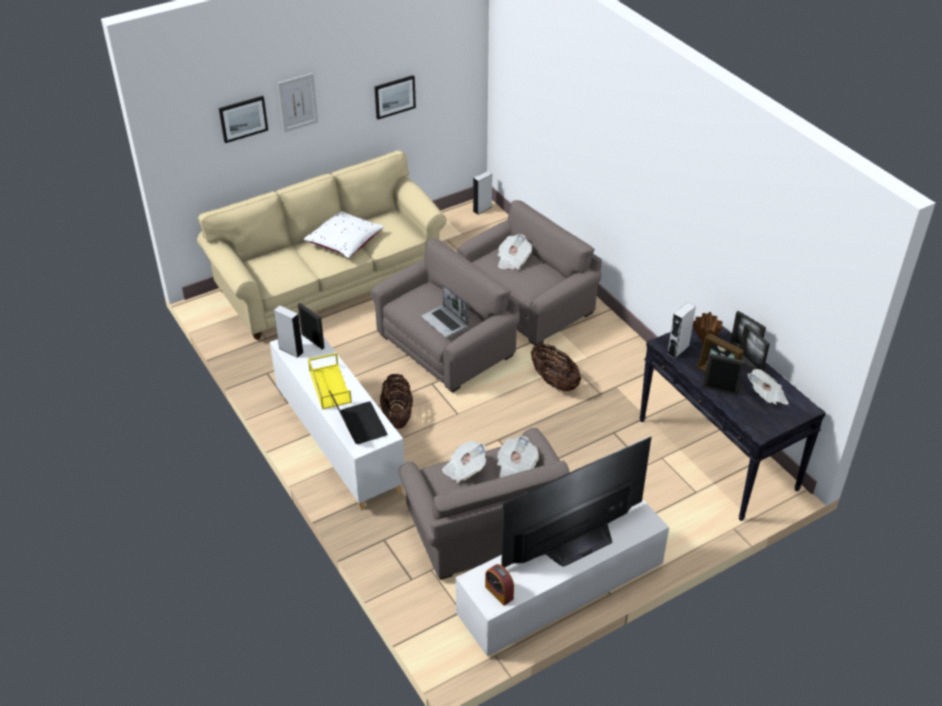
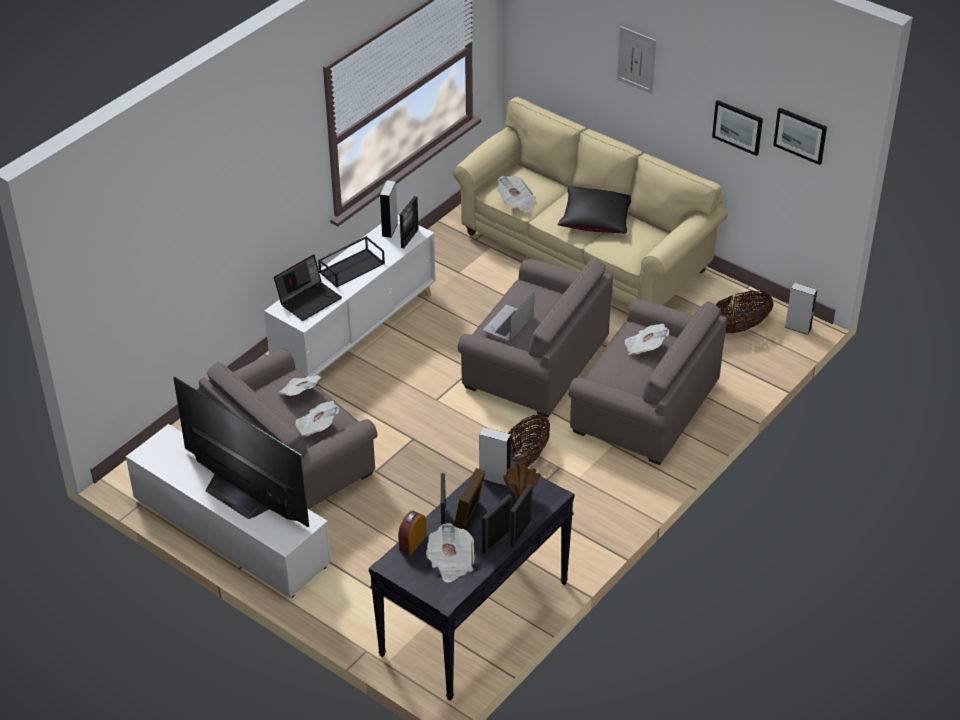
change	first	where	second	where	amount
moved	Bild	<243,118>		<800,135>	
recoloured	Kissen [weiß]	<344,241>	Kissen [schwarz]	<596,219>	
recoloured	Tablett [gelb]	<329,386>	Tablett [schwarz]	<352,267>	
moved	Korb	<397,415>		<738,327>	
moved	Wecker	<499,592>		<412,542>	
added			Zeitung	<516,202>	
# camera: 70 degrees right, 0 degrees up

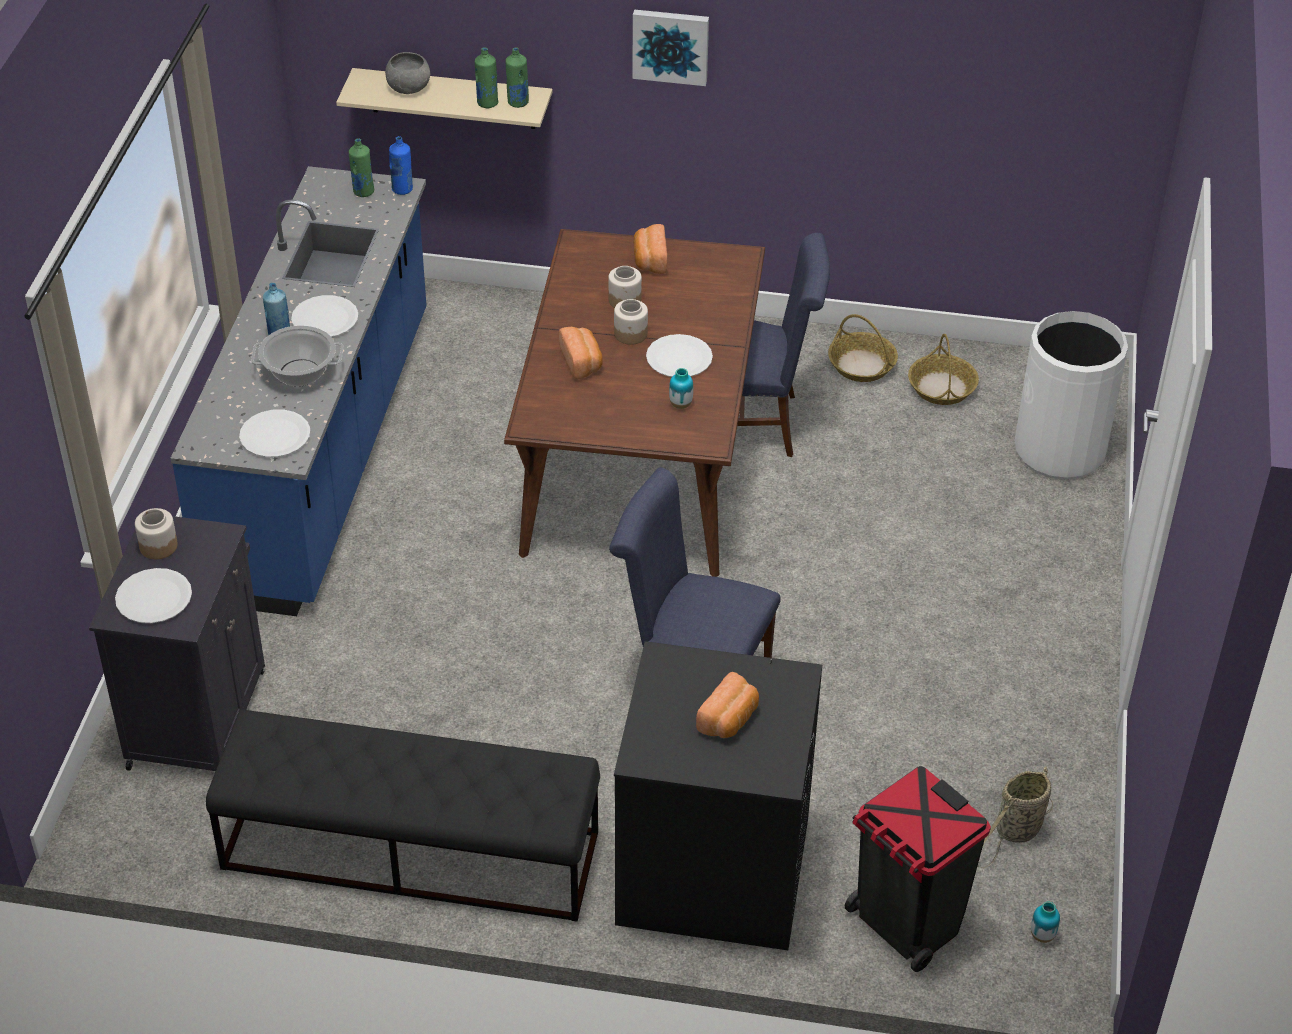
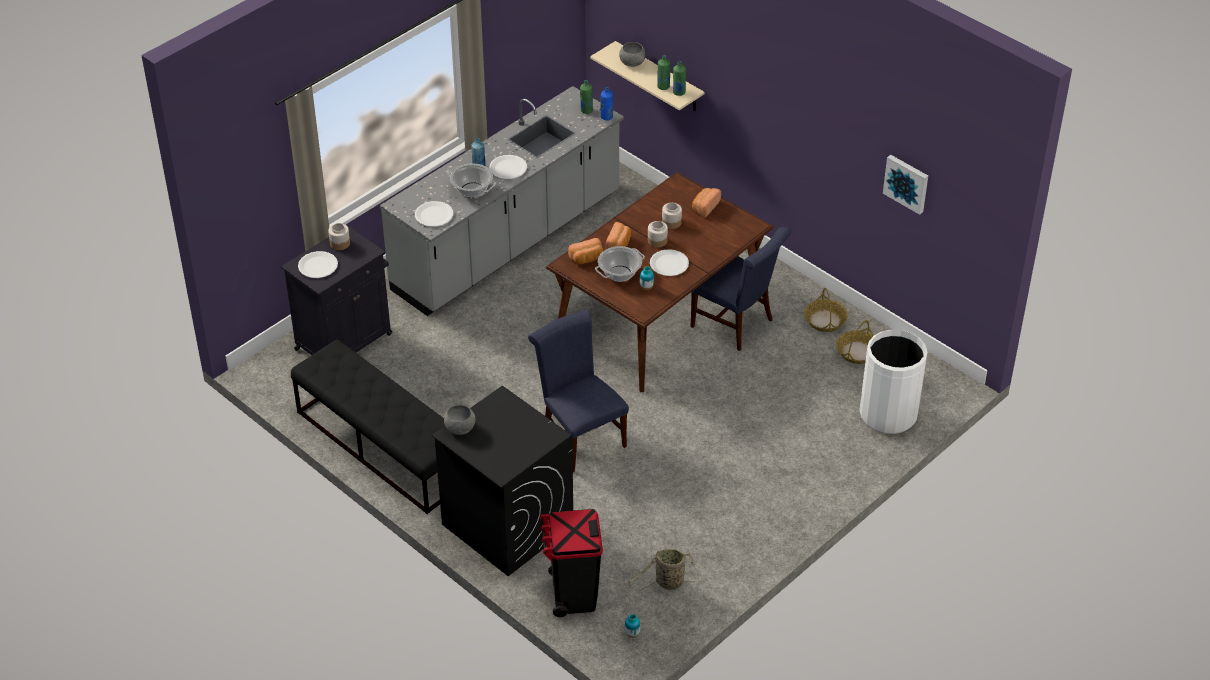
change	first	where	second	where	amount
recoloured	Küchenzeile [blau]	<324,454>	Küchenzeile [grau]	<508,243>	
moved	Bild	<671,45>		<907,183>	
moved	Brot	<729,719>		<587,259>	
added			Schüssel [grau]	<460,428>	
added			Kochtopf	<619,273>	
# camera: 35 degrees right, 0 degrees up

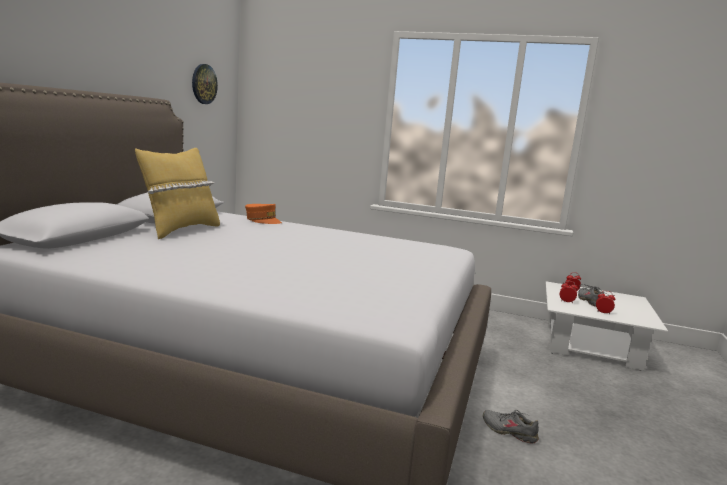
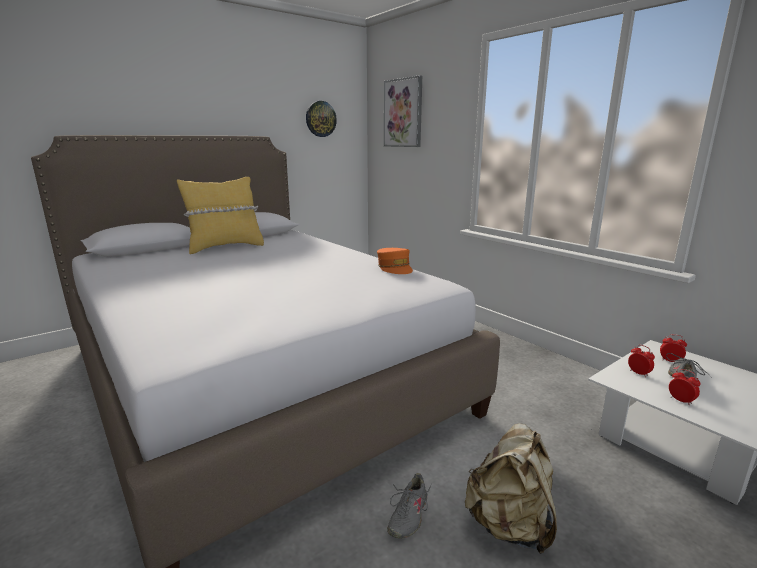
change	first	where	second	where	amount
moved	Kappe [orange]	<263,220>		<395,268>	
turned	Schuh [grau]	<509,431>		<408,515>	135 degrees counterclockwise
added			Bild	<403,113>	
added			Rucksack [beige]	<509,525>	
# camera: 35 degrees right, 5 degrees up

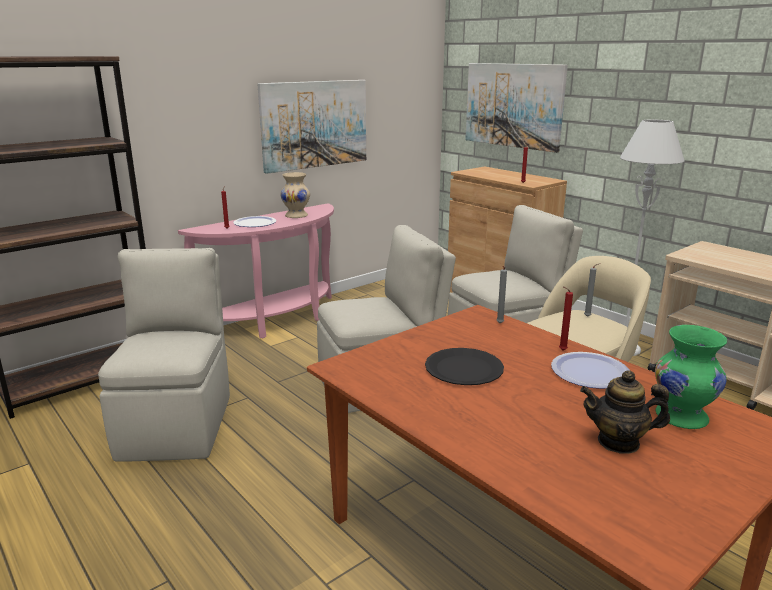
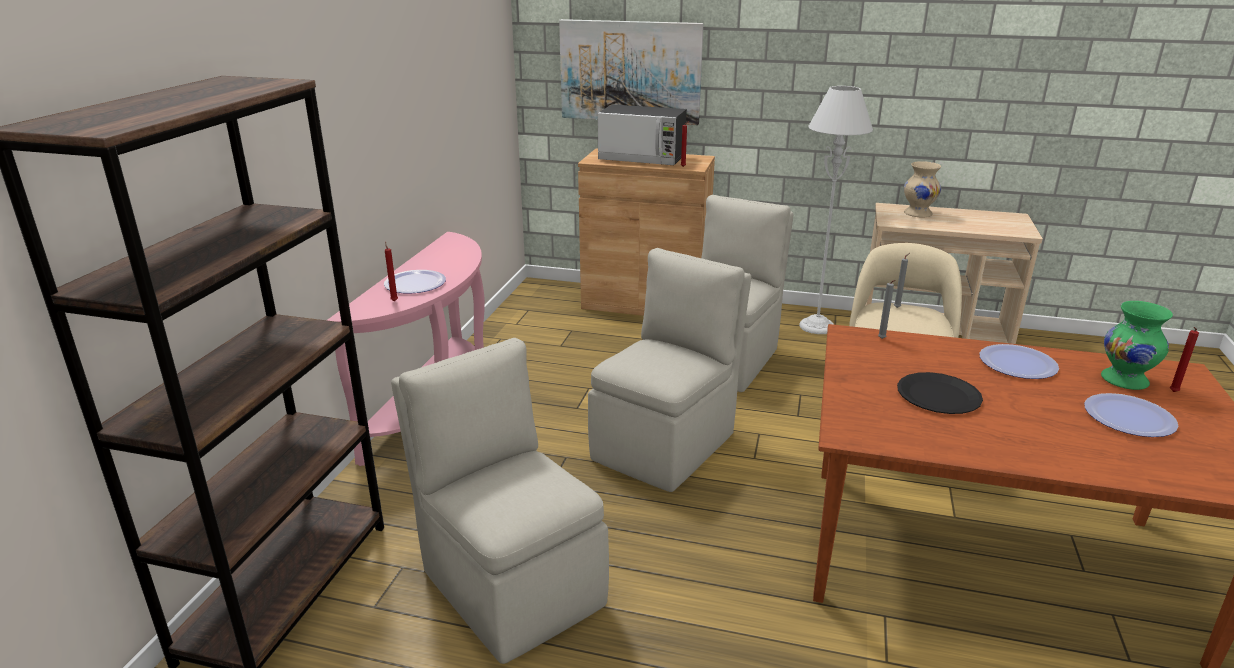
change	first	where	second	where	amount
removed	Bild	<314,124>			
moved	Vase [beige]	<296,216>		<917,214>	
moved	Kerze [rot]	<561,350>		<1172,392>	
replaced	Teekanne	<618,442>	Teller	<1129,417>	
added			Mikrowelle	<642,159>	
# camera: 35 degrees left, 5 degrees up

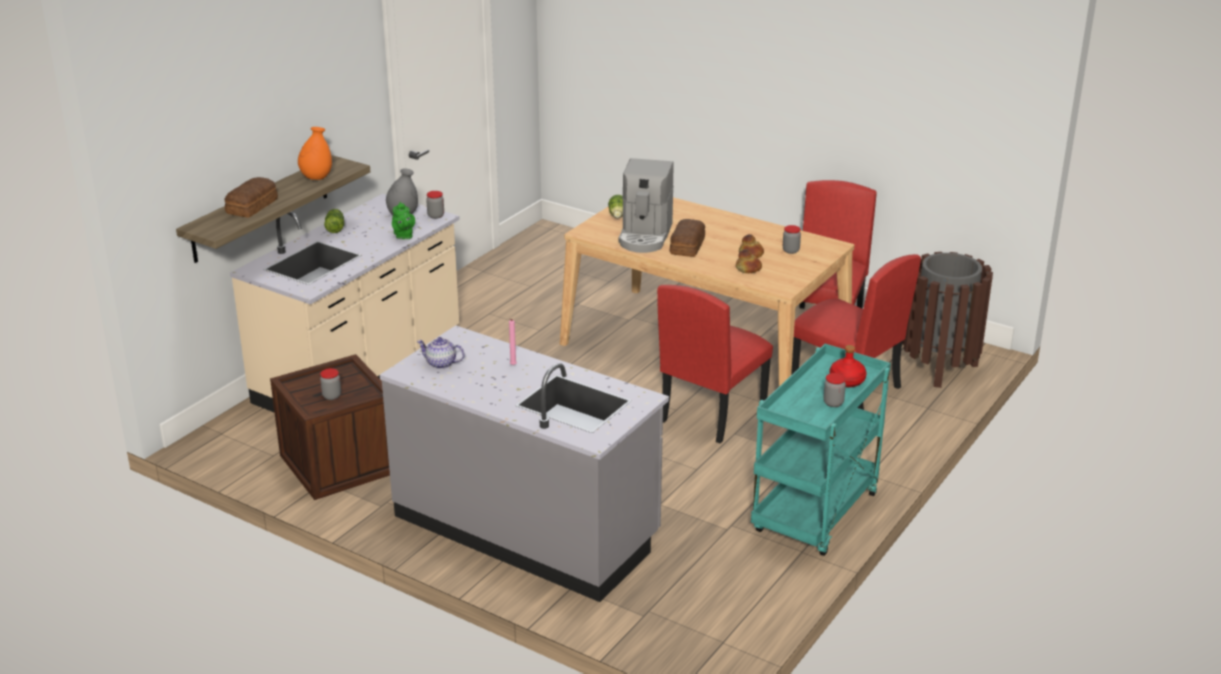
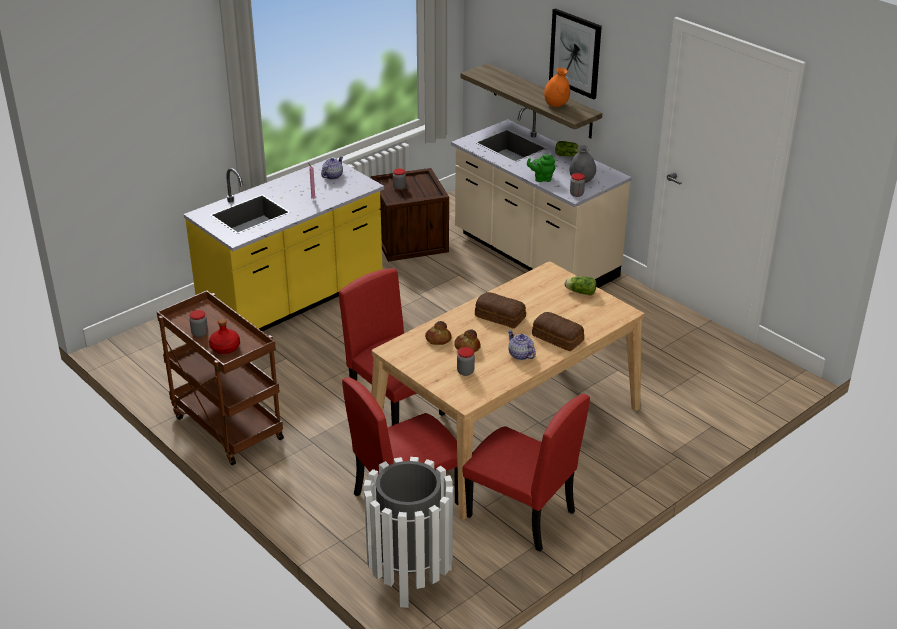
change	first	where	second	where	amount
moved	Brot	<253,206>		<558,338>	
recoloured	Küchenzeile [grau]	<527,528>	Küchenzeile [gelb]	<293,301>	
removed	Kaffeemaschine	<645,236>			
recoloured	Rollwagen [türkis]	<816,515>	Rollwagen [braun]	<225,427>	
recoloured	Mülleimer [braun]	<939,367>	Mülleimer [weiß]	<409,575>	
added			Teekanne	<520,355>	
added			Bild	<575,53>	
# camera: 105 degrees right, 5 degrees up

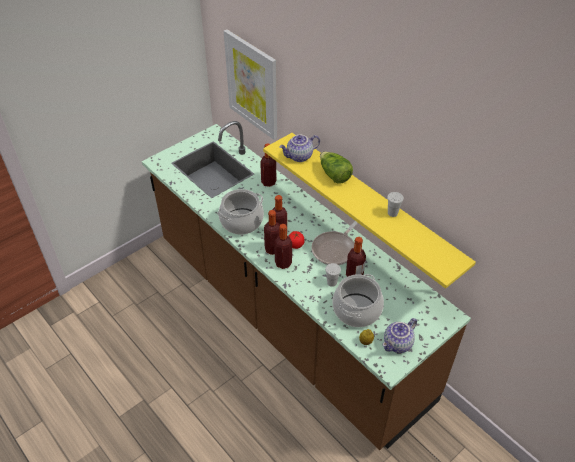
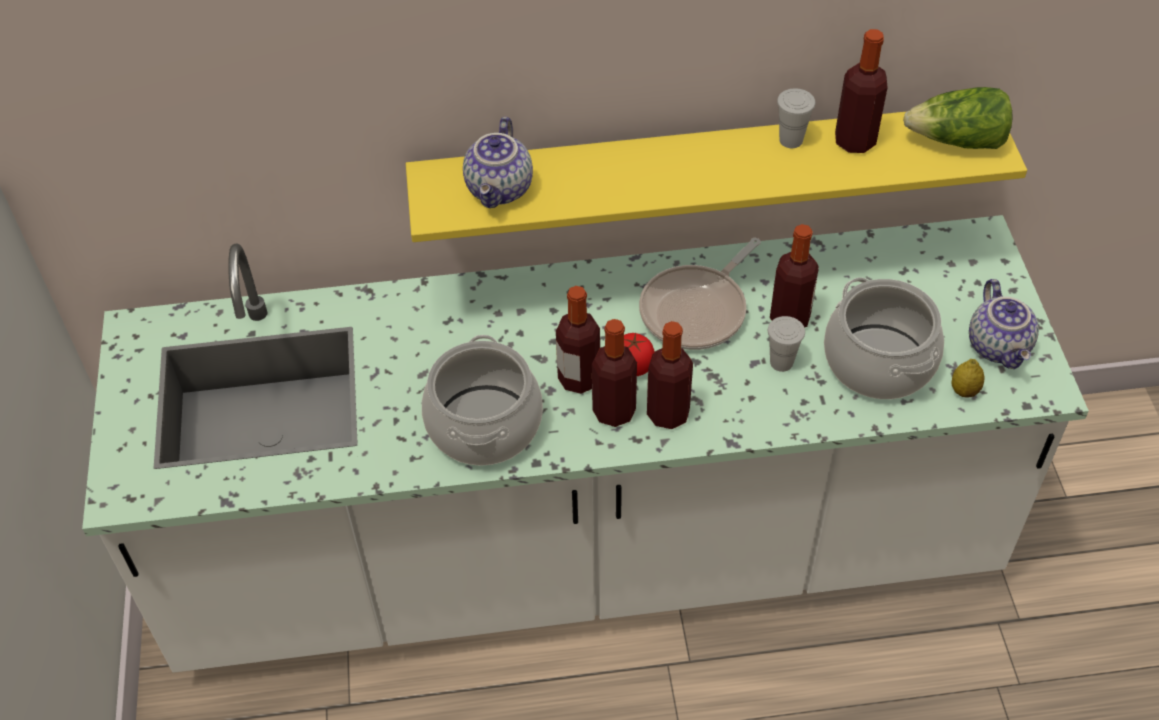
change	first	where	second	where	amount
recoloured	Küchenzeile [braun]	<287,318>	Küchenzeile [weiß]	<584,554>	
removed	Bild	<252,84>			
moved	Flasche	<268,182>		<855,141>	
turned	Pfanne	<335,249>		<697,310>	60 degrees clockwise
moved	Salatkopf	<334,175>		<957,141>	
# camera: 55 degrees left, 5 degrees up

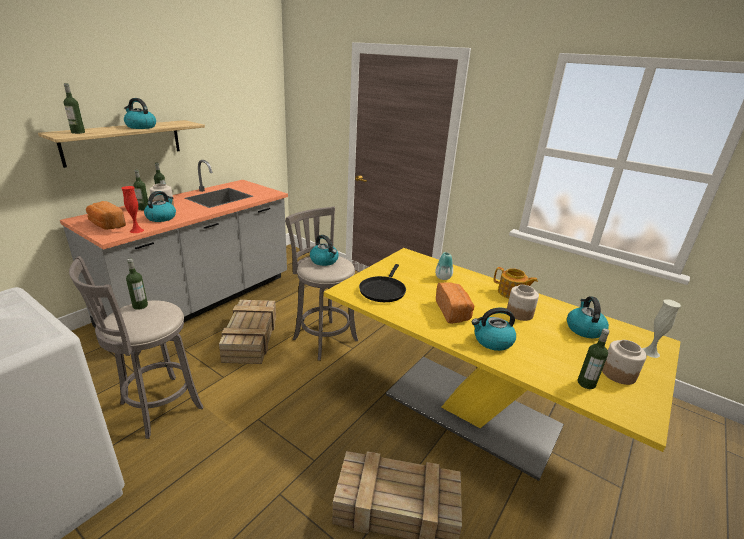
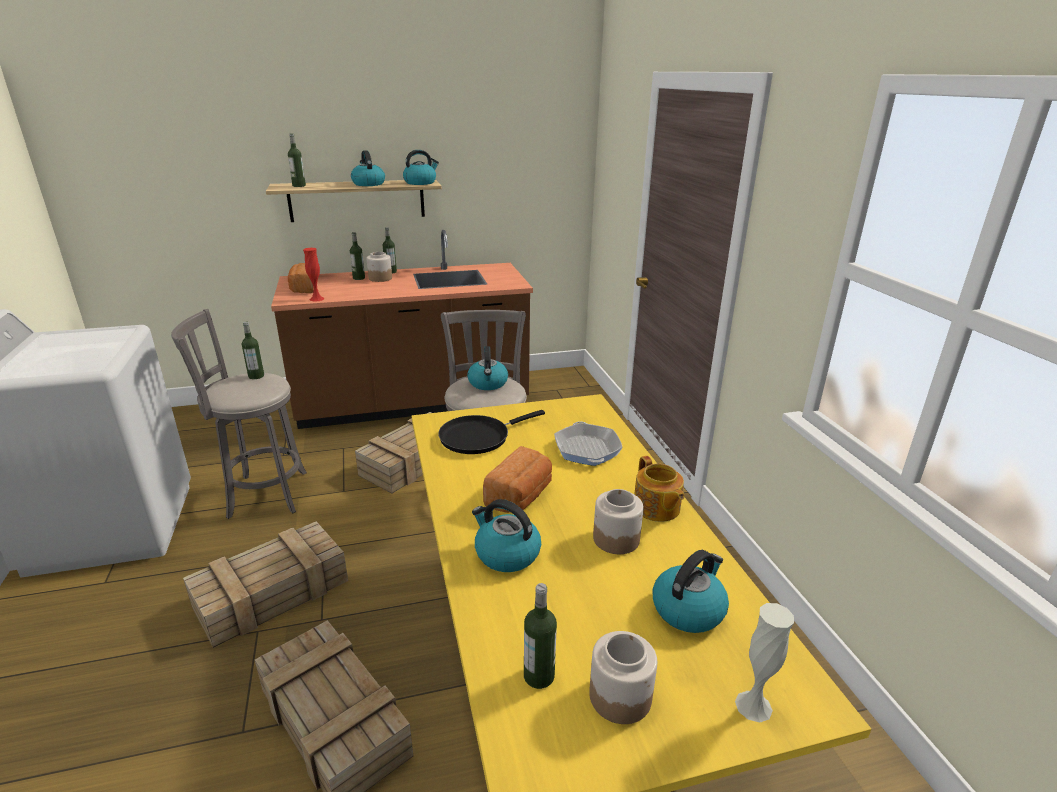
change	first	where	second	where	amount
recoloured	Küchenzeile [grau]	<201,301>	Küchenzeile [braun]	<413,403>	
moved	Wasserkessel	<161,217>		<420,182>	
replaced	Vase	<443,277>	Pfanne	<587,449>	
added			Kiste	<274,592>	
# camera: 40 degrees right, 0 degrees up

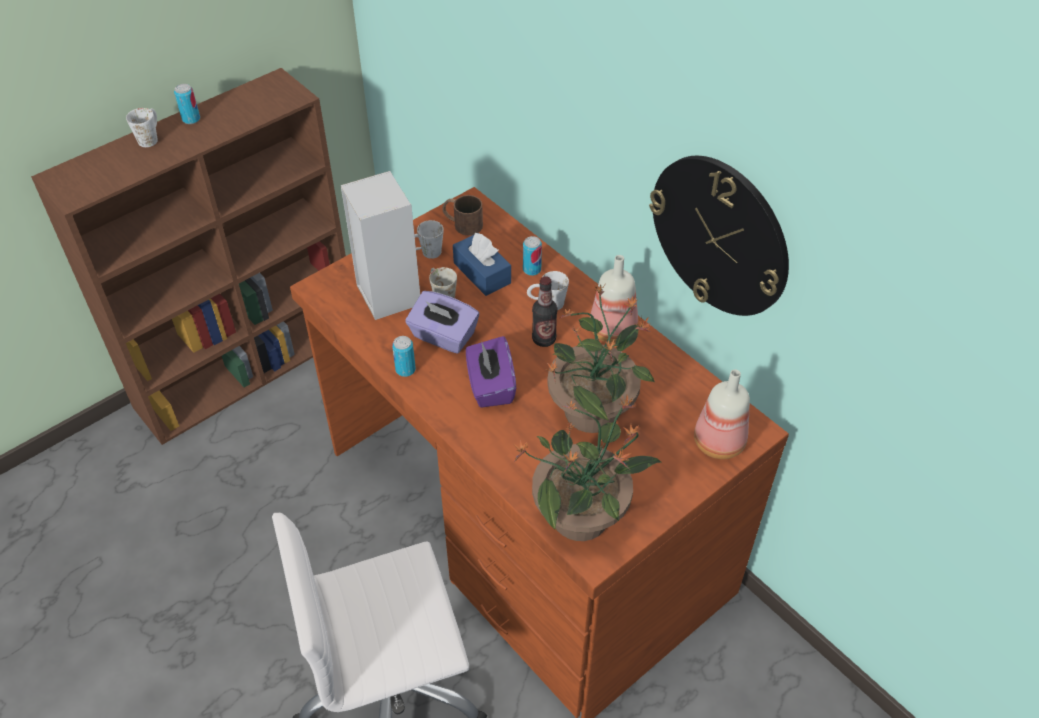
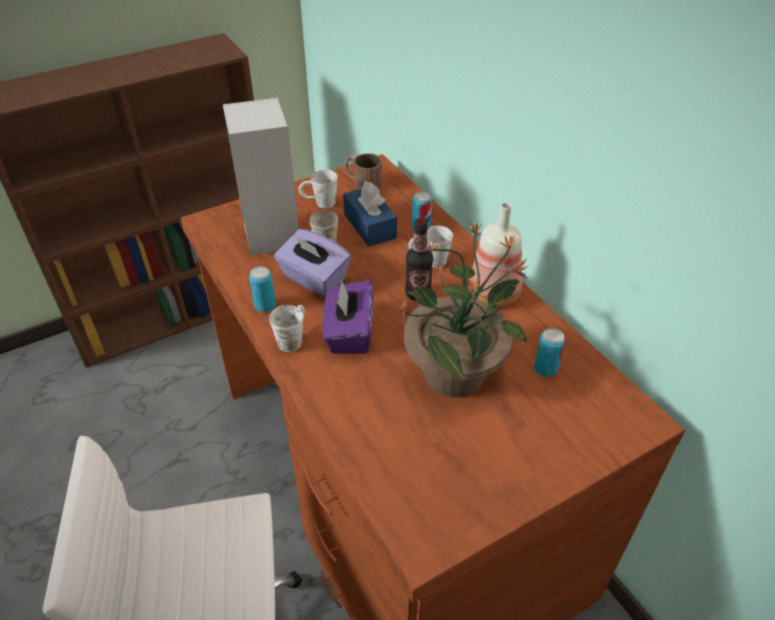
change	first	where	second	where	amount
moved	Henkelbecher [weiß]	<150,137>		<293,338>	
moved	Dose	<191,119>		<545,369>	
removed	Topfpflanze	<582,516>			
removed	Wanduhr	<720,235>			
removed	Flasche	<717,441>			
# camera: 10 degrees right, 5 degrees down

